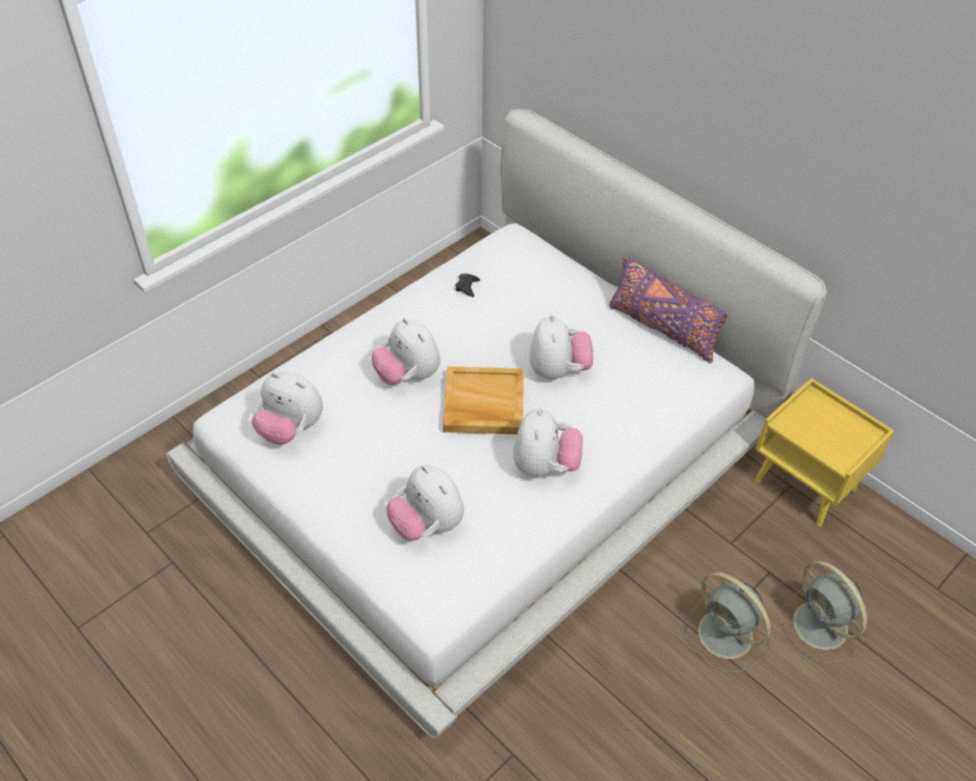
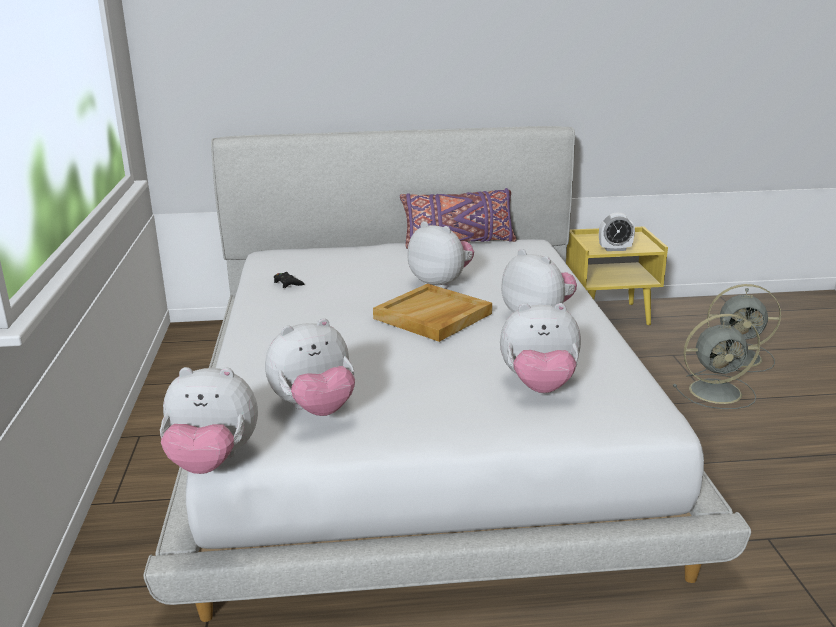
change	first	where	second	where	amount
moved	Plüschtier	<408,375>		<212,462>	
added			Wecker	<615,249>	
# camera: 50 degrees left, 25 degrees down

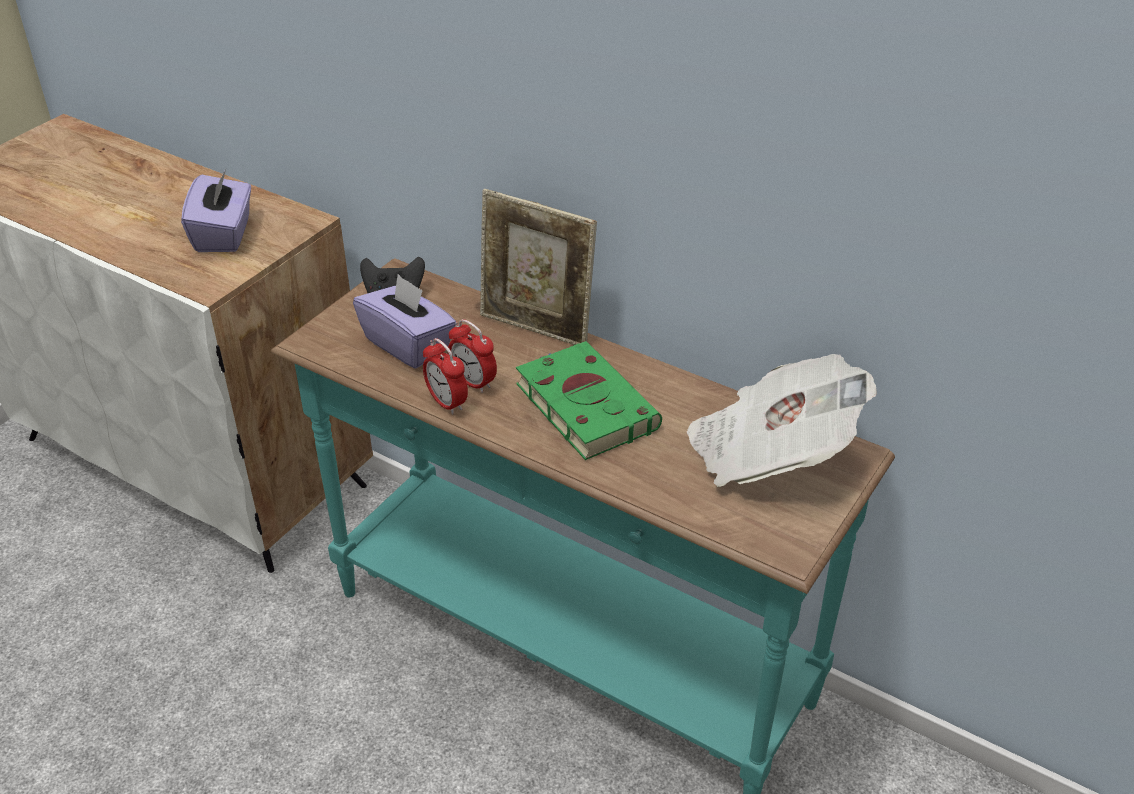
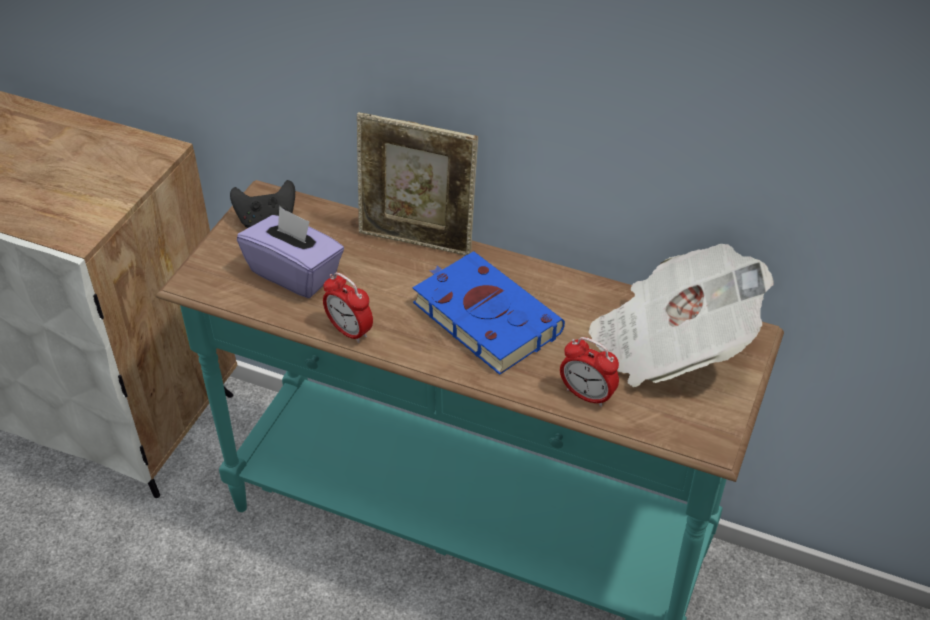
change	first	where	second	where	amount
removed	Taschentuchbox [lila]	<224,234>			
moved	Wecker	<473,382>		<587,395>	
recoloured	Buch [grün]	<583,404>	Buch [blau]	<483,316>	
# camera: 10 degrees left, 5 degrees up

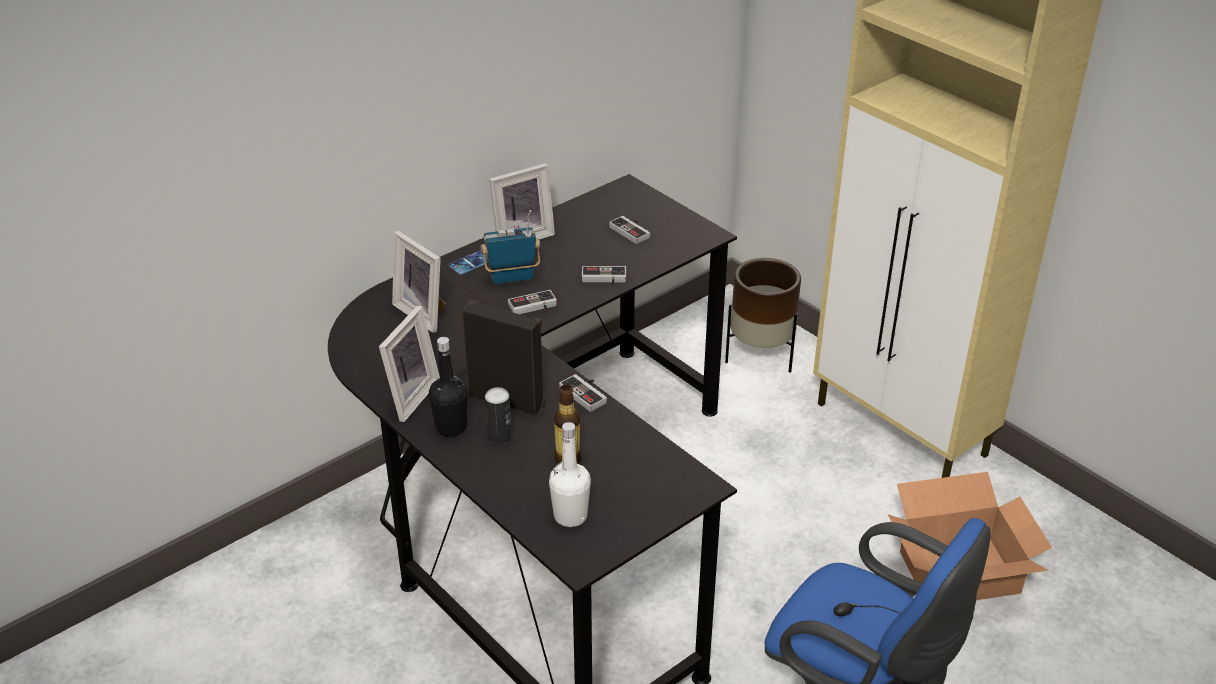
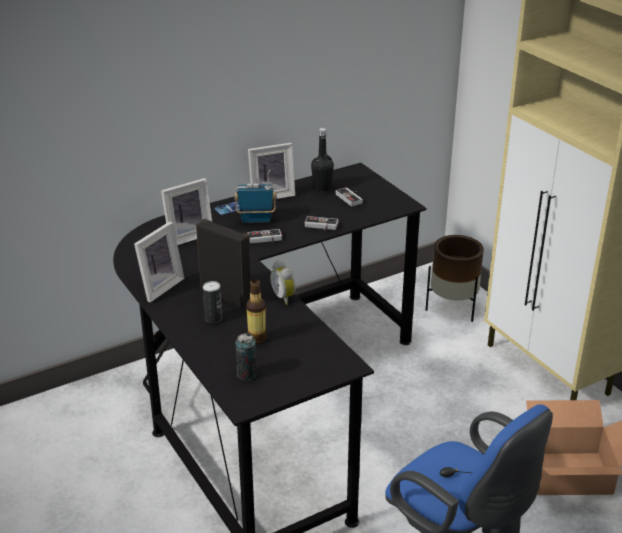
change	first	where	second	where	amount
turned	Bilderrahmen	<424,313>		<187,236>	90 degrees counterclockwise
moved	Flasche [schwarz]	<451,427>		<322,188>	
replaced	Flasche [weiß]	<570,516>	Dose	<246,374>	
replaced	Gamepad	<587,393>	Wecker	<284,297>	
# camera: 10 degrees right, 5 degrees down

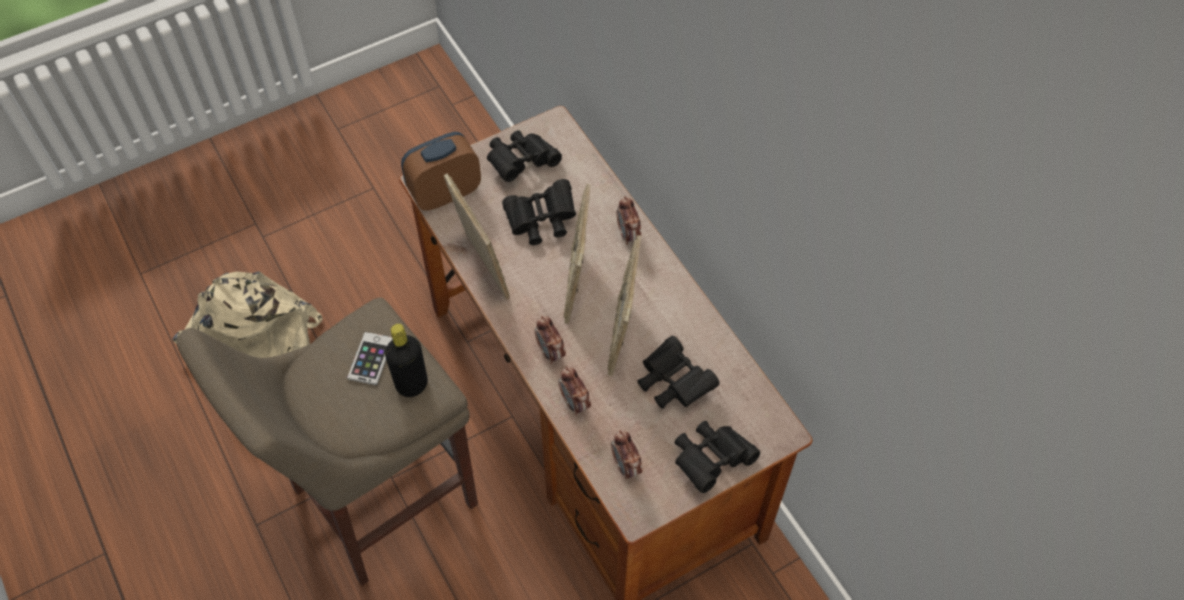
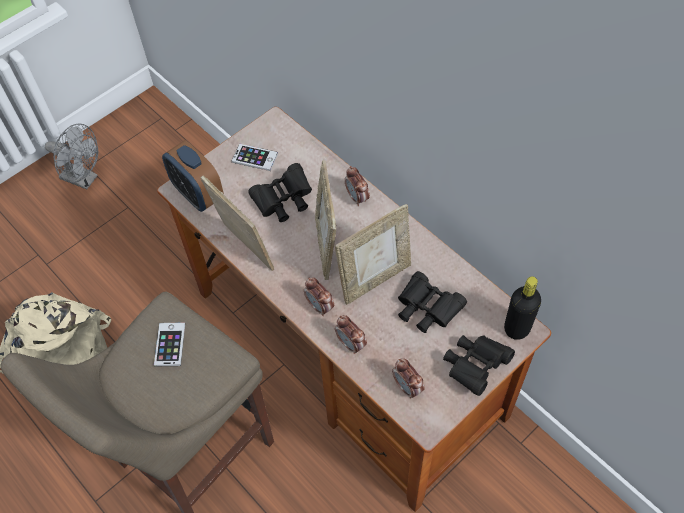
change	first	where	second	where	amount
moved	Flasche [schwarz]	<412,384>		<517,328>	
turned	Wecker	<444,193>		<198,194>	90 degrees counterclockwise
replaced	Fernglas [schwarz]	<521,162>	Handy	<255,158>	
turned	Bilderrahmen	<623,335>		<375,279>	120 degrees counterclockwise
added			Ventilator [grau]	<84,179>	
# camera: 10 degrees left, 0 degrees up

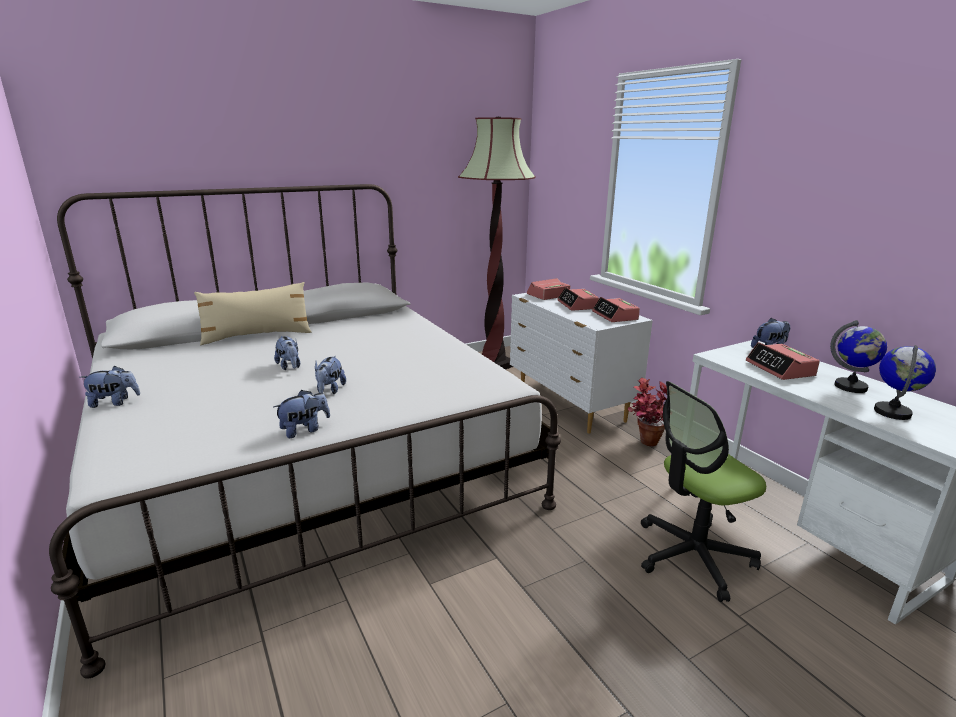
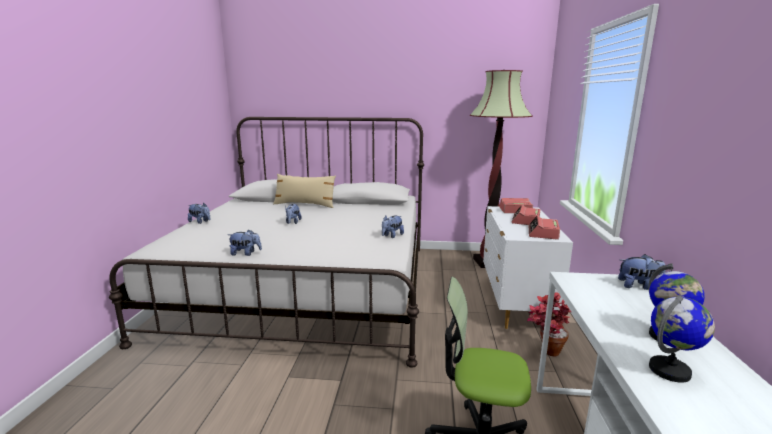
change	first	where	second	where	amount
moved	Plüschtier	<330,390>		<392,236>	
removed	Wecker	<780,369>			
# camera: 35 degrees right, 5 degrees down

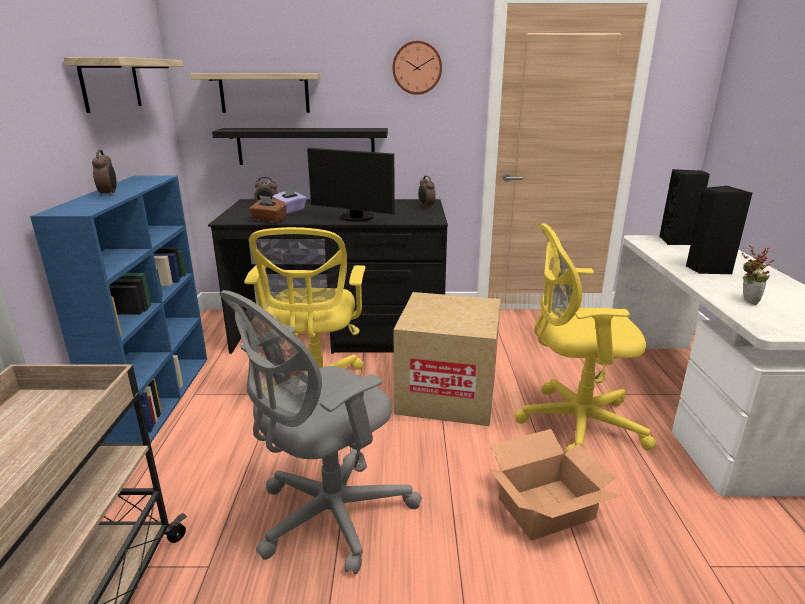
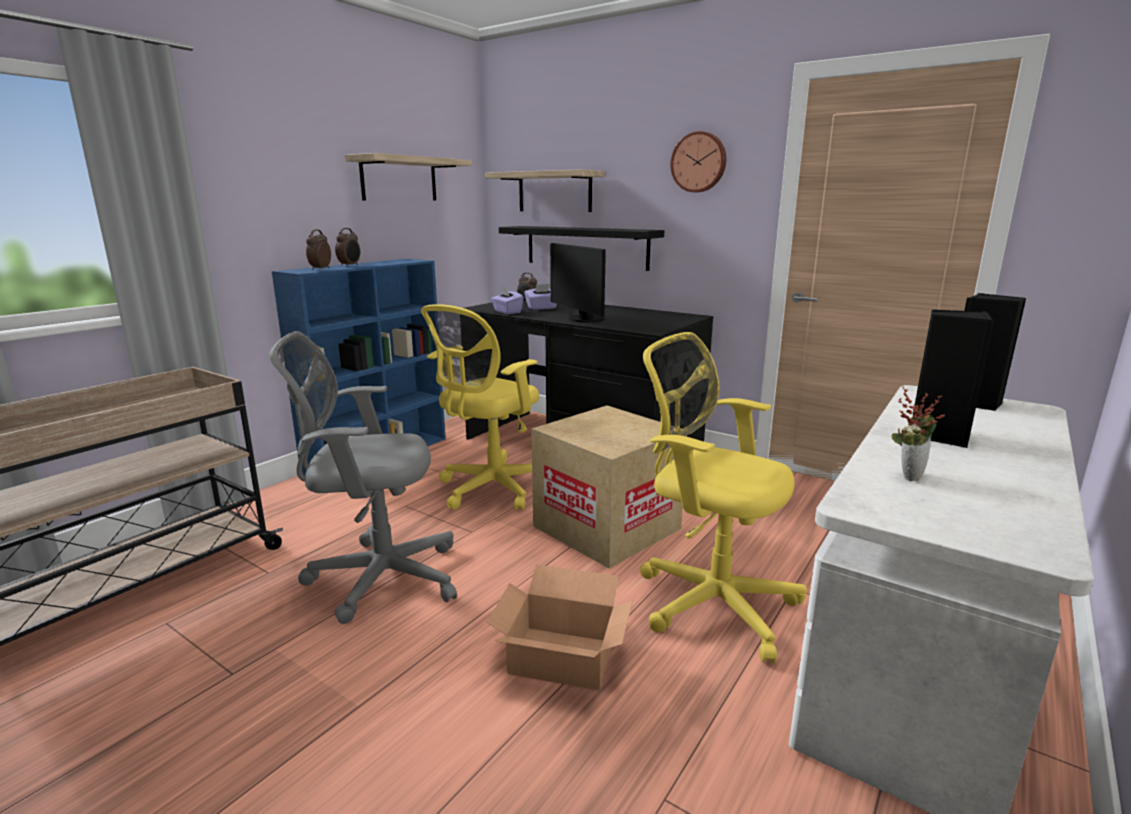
change	first	where	second	where	amount
recoloured	Taschentuchbox [braun]	<269,220>	Taschentuchbox [lila]	<507,312>	
moved	Wecker	<426,207>		<320,269>	
# camera: 35 degrees right, 5 degrees down

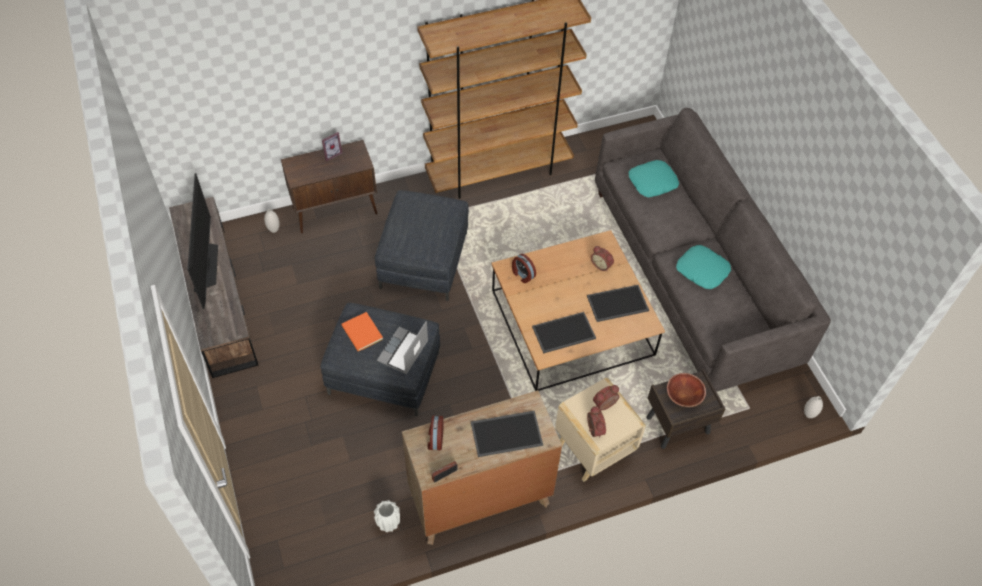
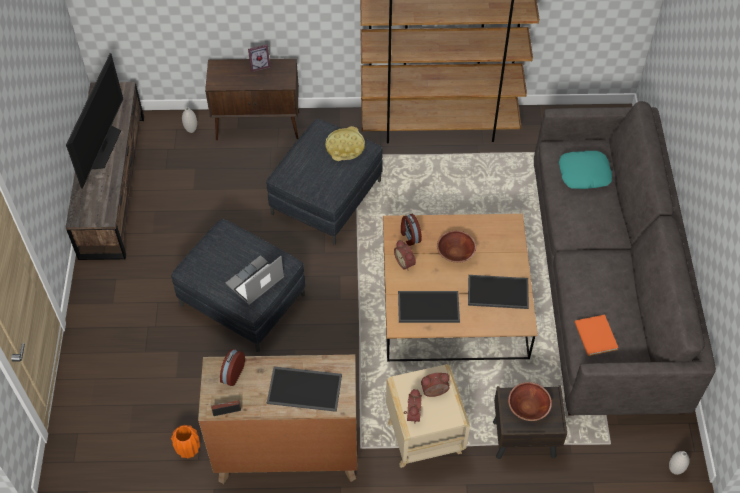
change	first	where	second	where	amount
moved	Buch [orange]	<362,333>		<595,337>	
recoloured	Vase [weiß]	<388,524>	Vase [orange]	<188,450>	
moved	Wecker	<601,265>		<405,262>	
removed	Kissen [türkis]	<702,271>			
added			Tablett [gelb]	<345,147>	
added			Schüssel [braun]	<455,253>	
# camera: 20 degrees right, 0 degrees up

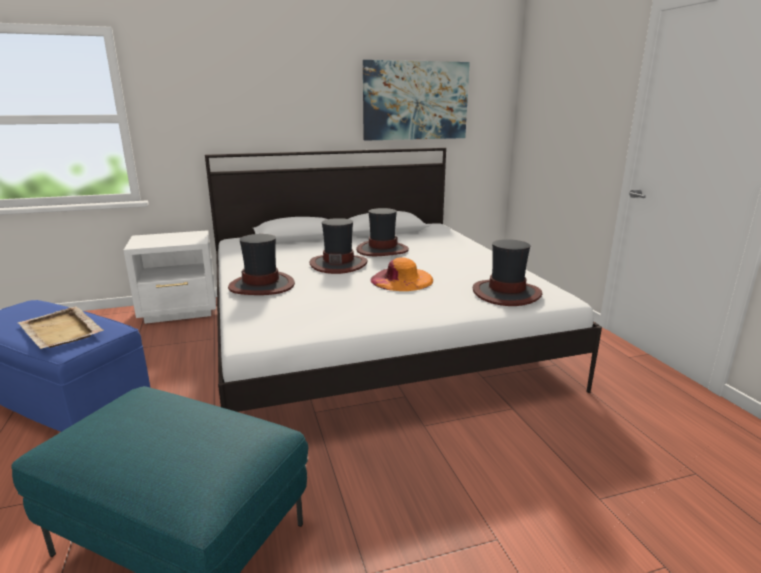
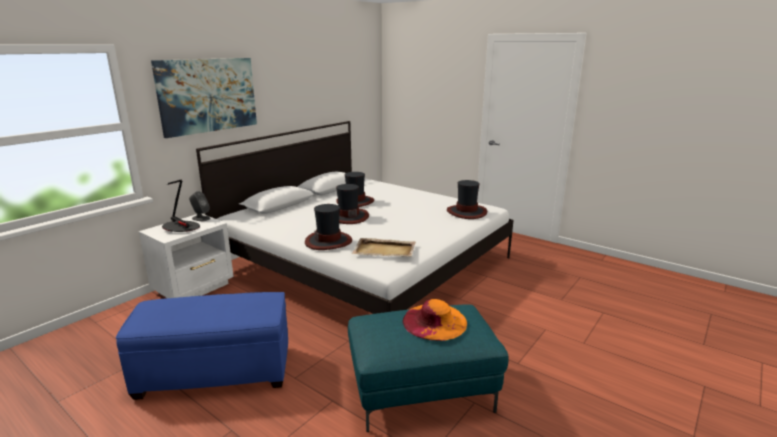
change	first	where	second	where	amount
moved	Tablett [beige]	<61,331>		<385,250>	
moved	Bild	<415,101>		<208,95>	
moved	Hut [orange]	<402,280>		<434,321>	
added			Tischlampe	<181,228>	
added			Lautsprecher [grau]	<201,218>	
# camera: 35 degrees left, 0 degrees up

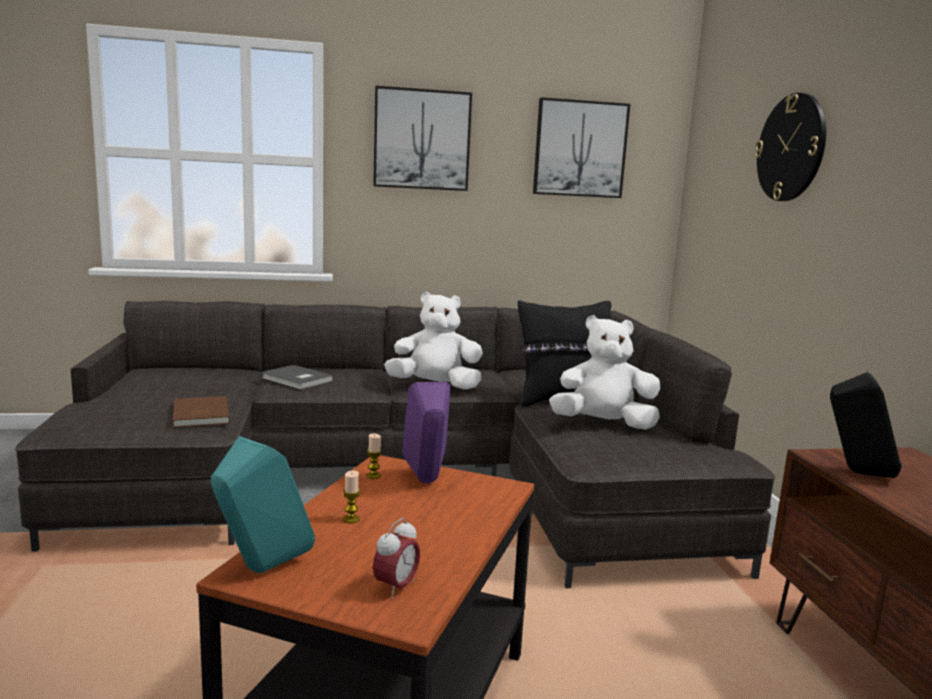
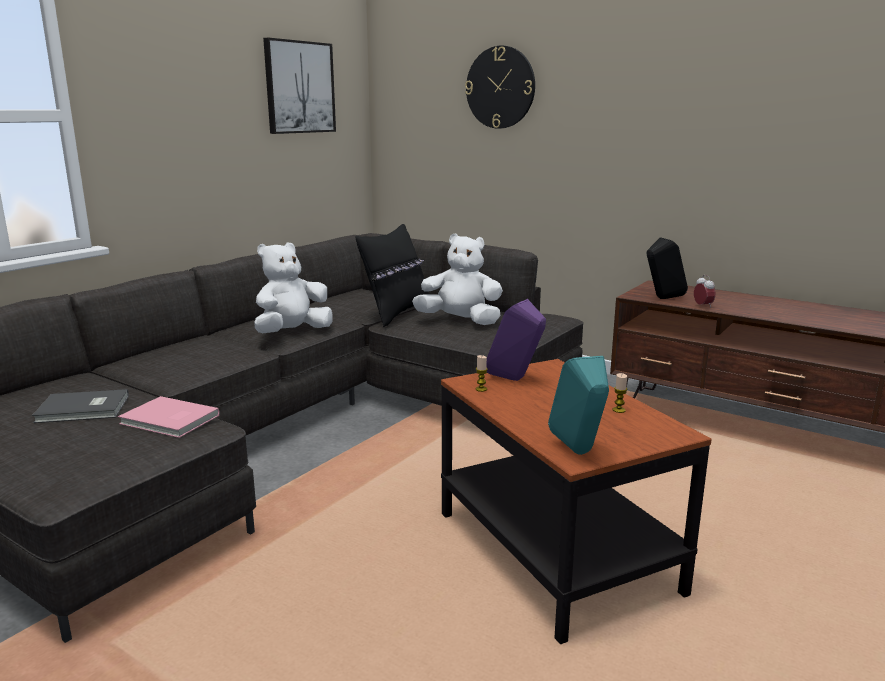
change	first	where	second	where	amount
recoloured	Buch [braun]	<199,415>	Buch [rosa]	<169,420>	
moved	Buch [grau]	<296,380>		<84,409>	
moved	Kerze	<351,519>		<619,410>	
removed	Bild	<422,140>			
moved	Wecker	<396,587>		<703,306>	
turned	Plüschtier [weiß]	<603,424>		<460,321>	60 degrees clockwise
# camera: 45 degrees left, 5 degrees up

